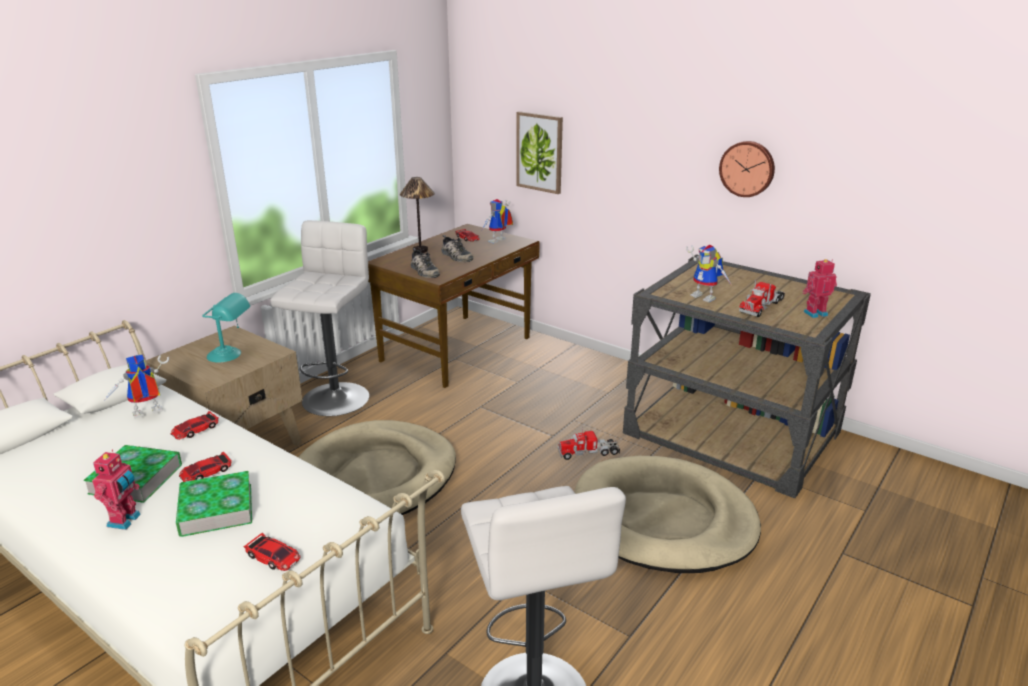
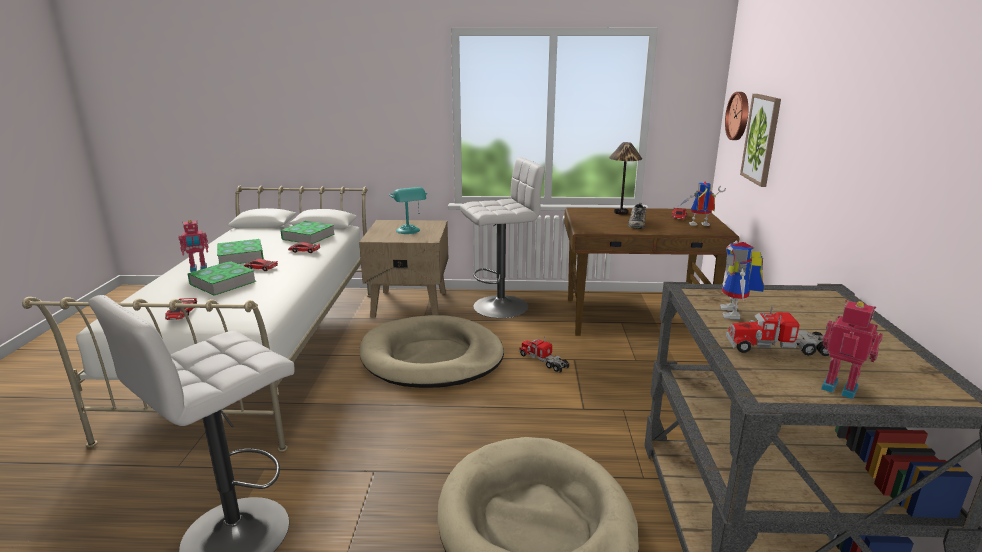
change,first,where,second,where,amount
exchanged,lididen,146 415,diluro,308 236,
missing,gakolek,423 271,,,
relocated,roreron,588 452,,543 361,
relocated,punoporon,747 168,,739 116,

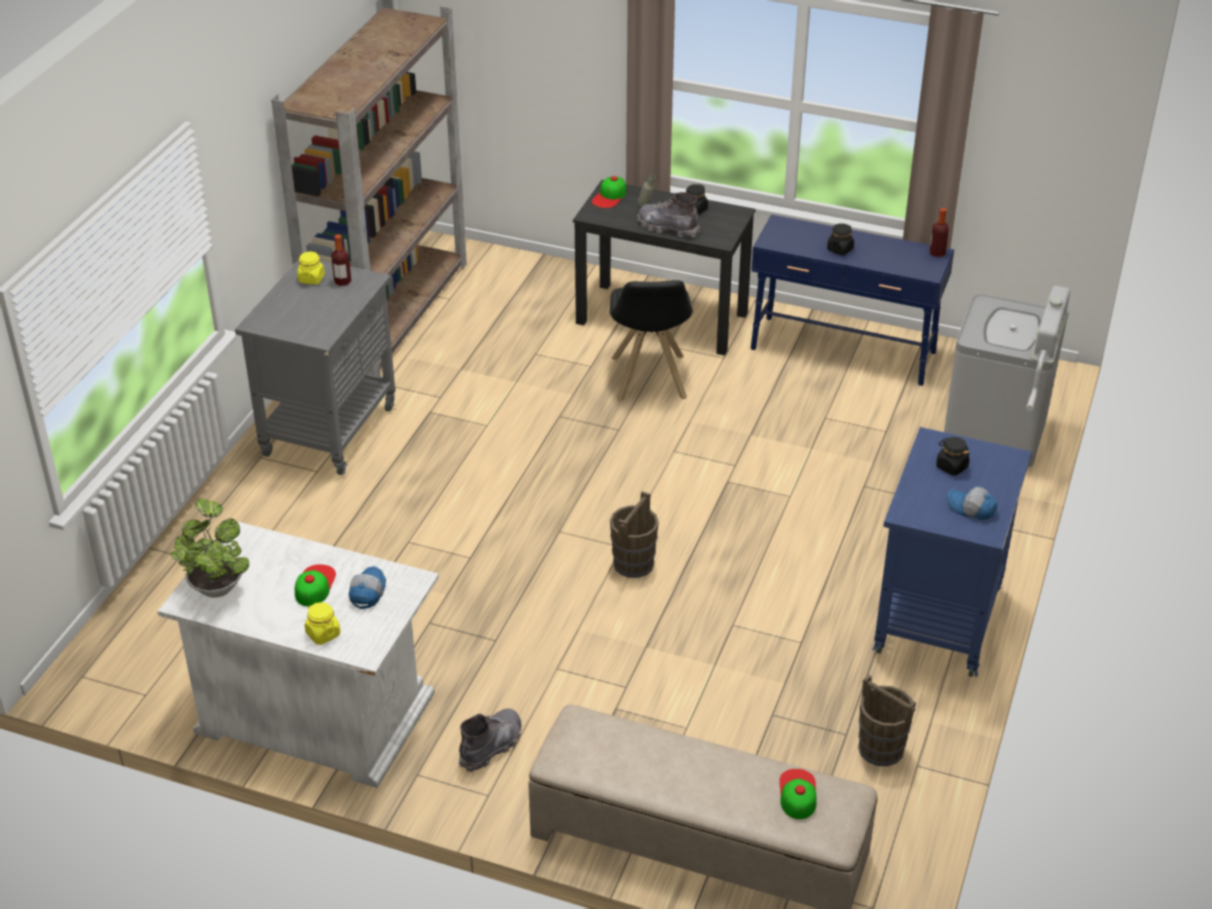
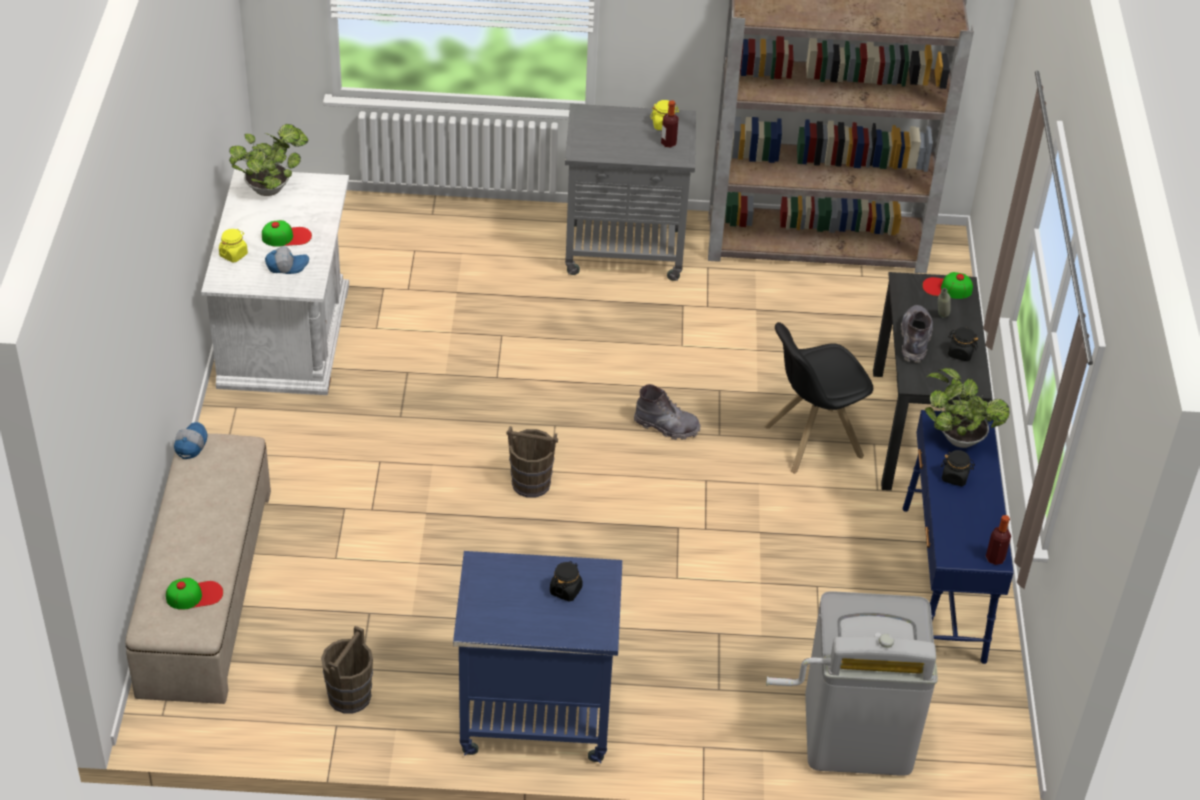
change,first,where,second,where,amount
relocated,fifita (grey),491 746,,666 426,
relocated,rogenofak,971 509,,190 444,
appeared,,,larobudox,957 437,

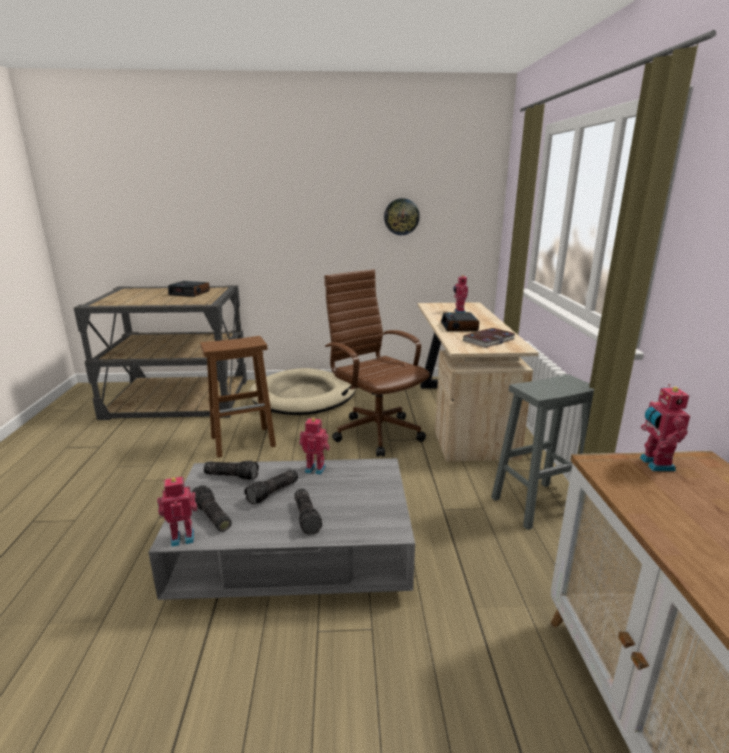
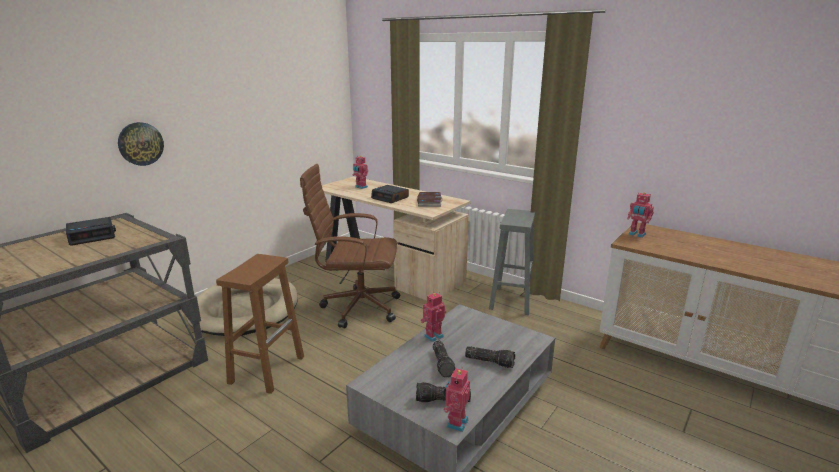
change,first,where,second,where,amount
missing,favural,232 475,,,
relocated,punoporon,401 216,,140 144,

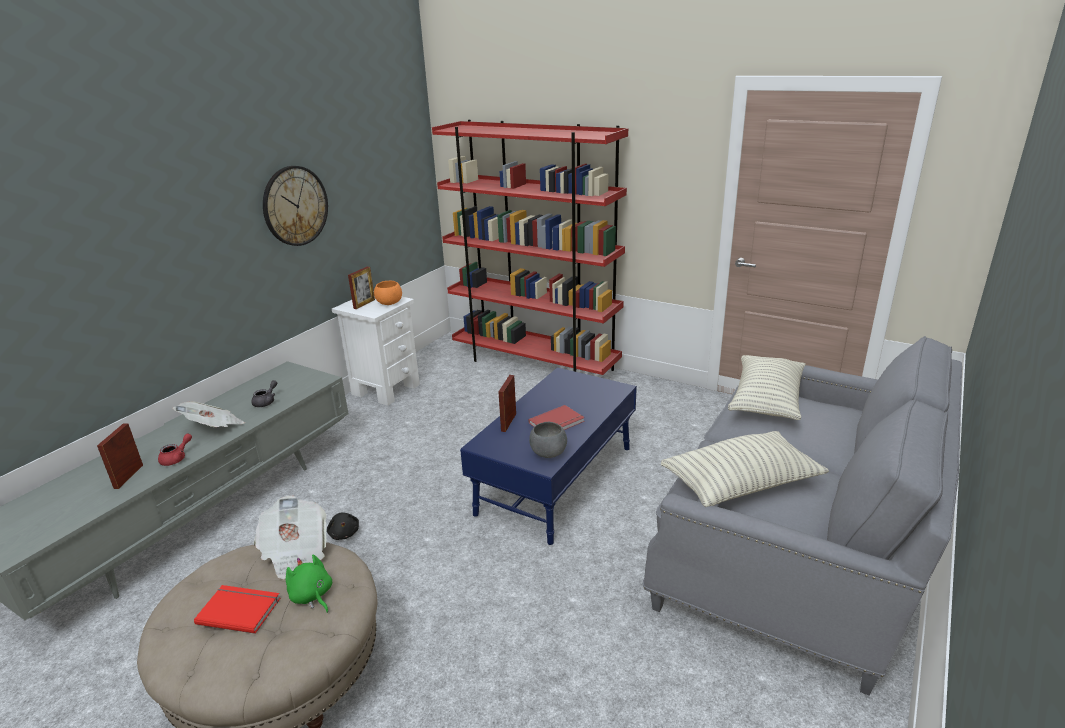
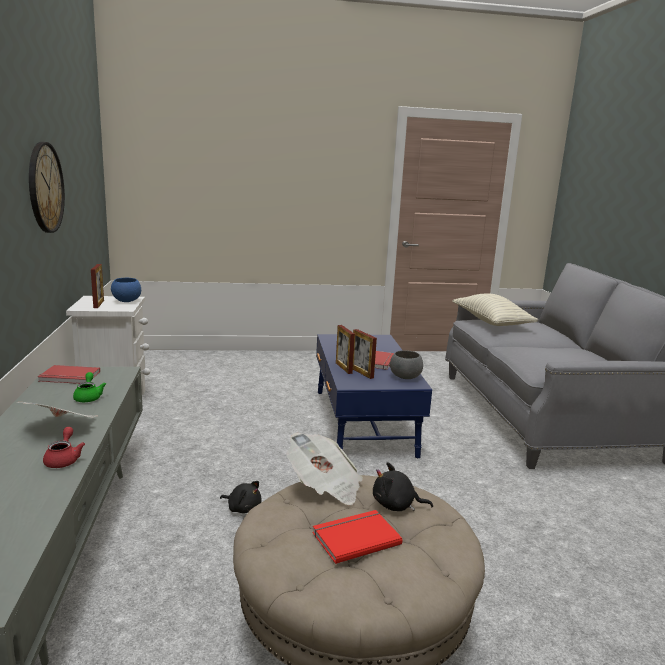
change,first,where,second,where,amount
relocated,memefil,128 476,,362 373,
colour,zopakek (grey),266 401,zopakek (green),88 397,
colour,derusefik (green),312 596,derusefik (black),396 505,
colour,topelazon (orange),389 303,topelazon (blue),126 301,
missing,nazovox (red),535 363,,,
missing,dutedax,741 484,,,
appeared,,,diluro (red),69 377,

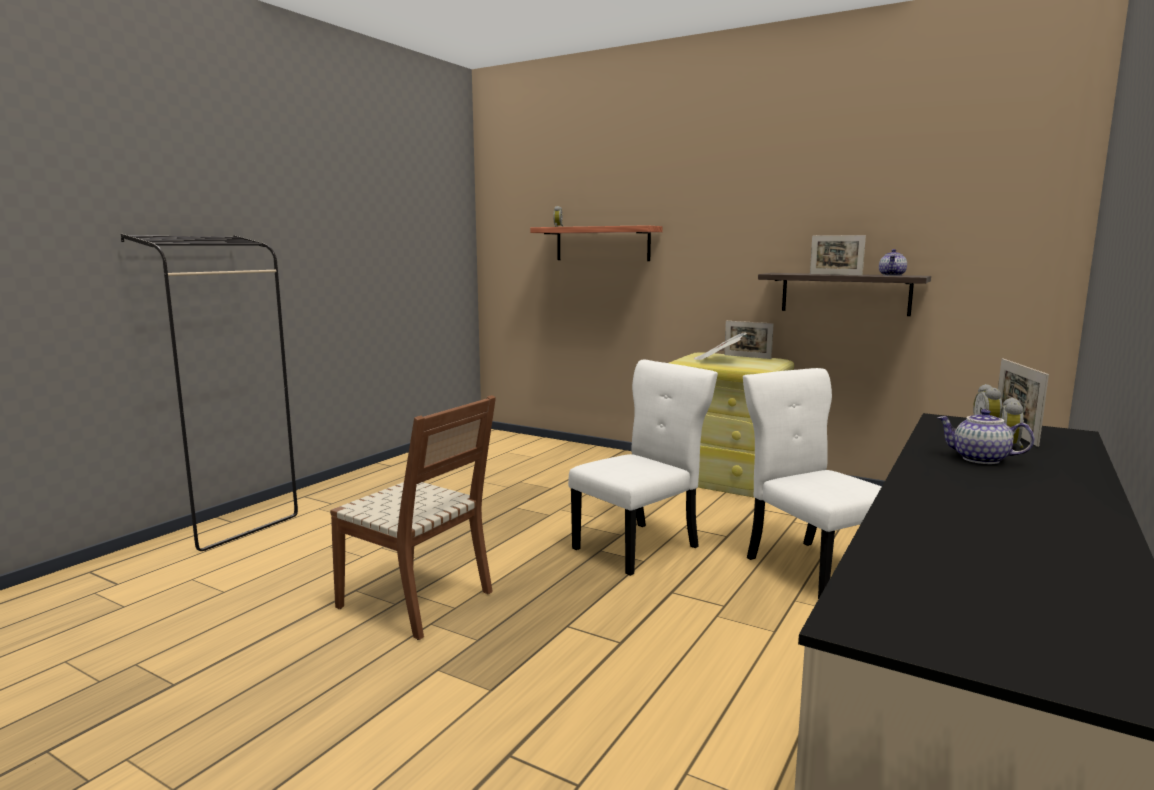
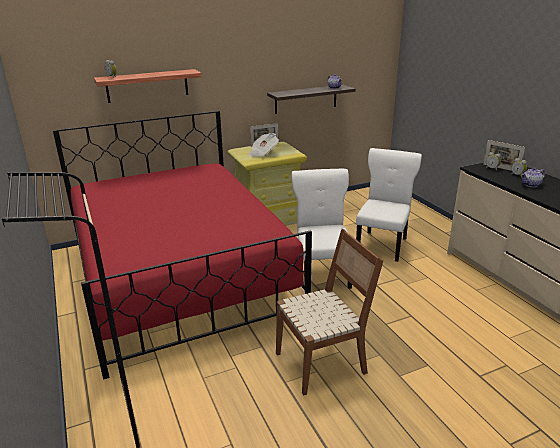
change,first,where,second,where,amount
spun,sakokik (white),811 567,,382 245,105 degrees clockwise
missing,memefil,835 274,,,
appeared,,,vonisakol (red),180 277,

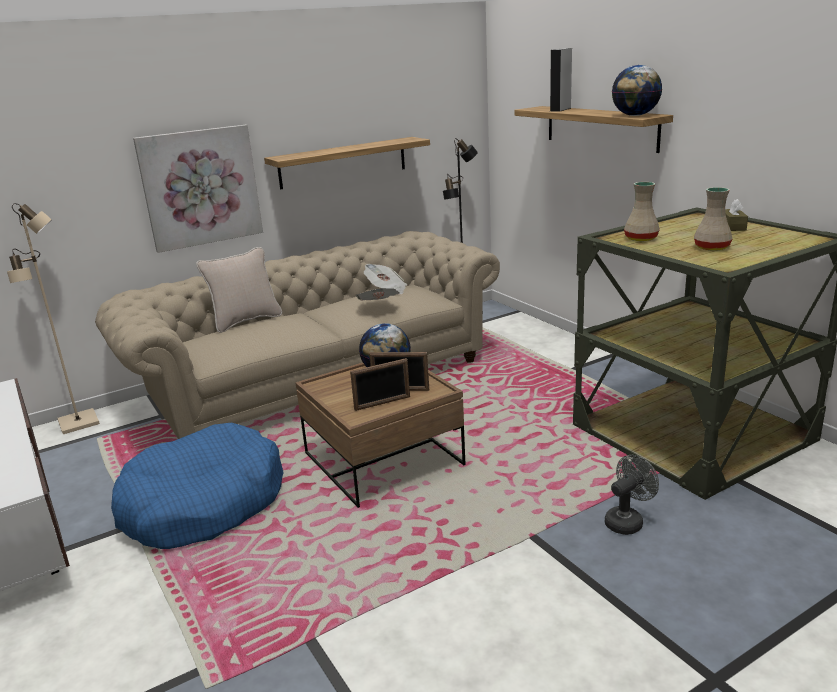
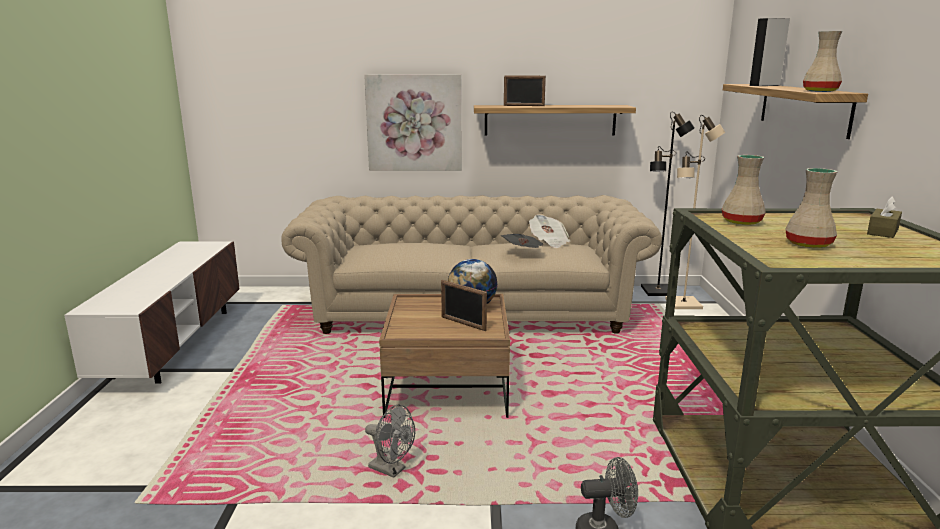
change,first,where,second,where,amount
relocated,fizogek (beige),78 422,,683 303,
missing,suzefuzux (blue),203 504,,,
missing,dutedax (beige),245 321,,,
relocated,memefil,382 403,,524 106,
exchanged,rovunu,635 115,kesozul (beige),820 91,
appeared,,,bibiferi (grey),392 470,

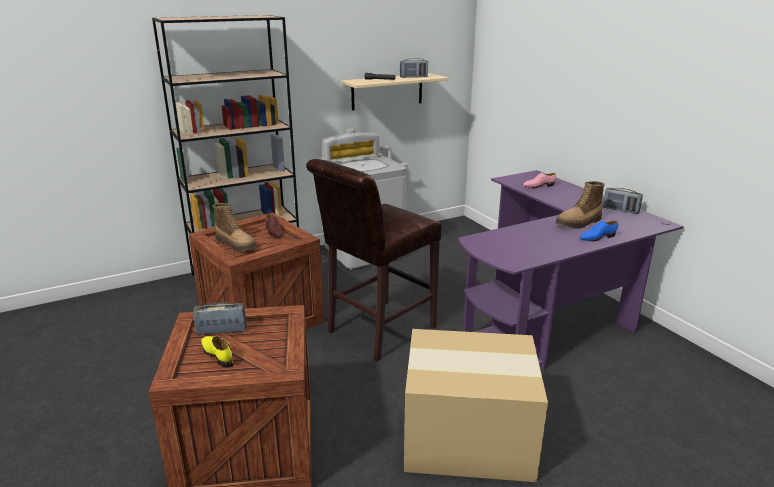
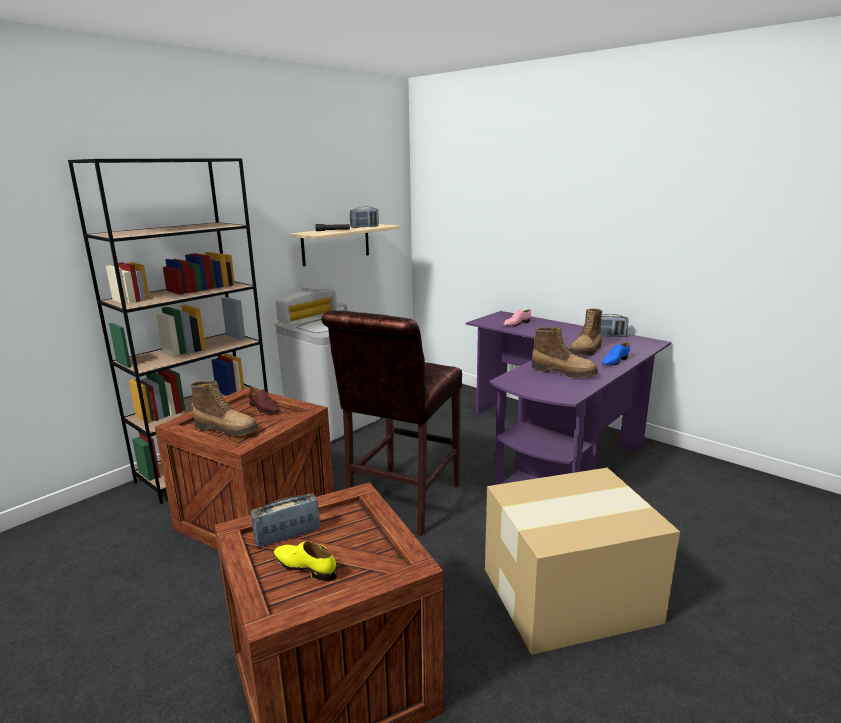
change,first,where,second,where,amount
appeared,,,fifita,564 372,

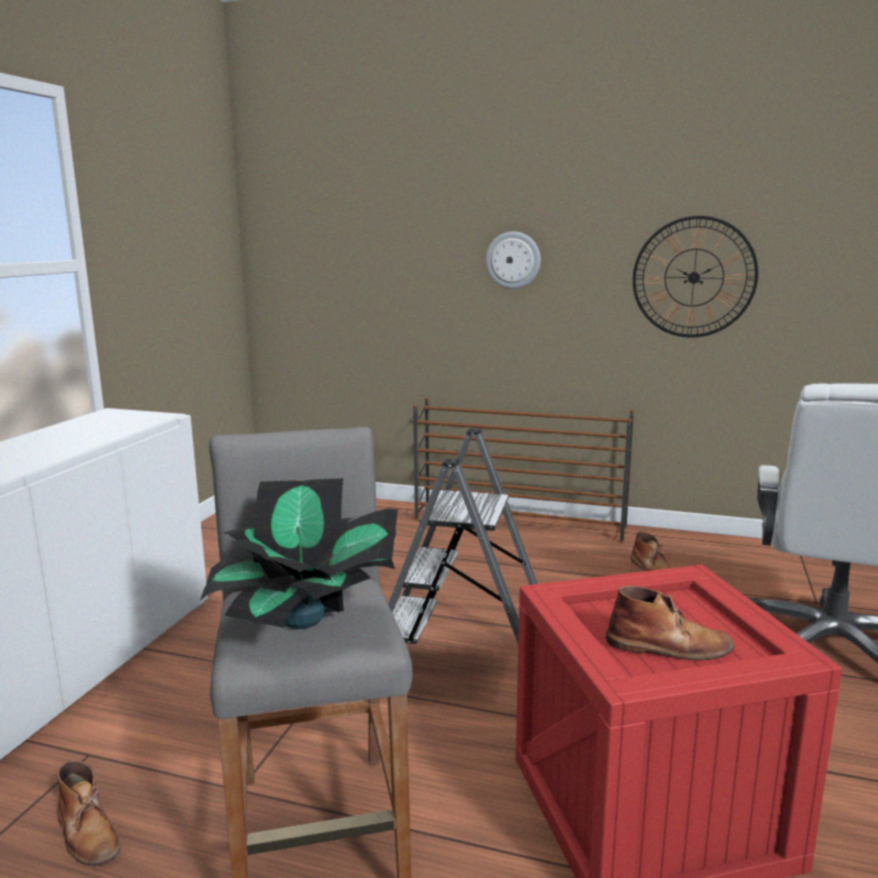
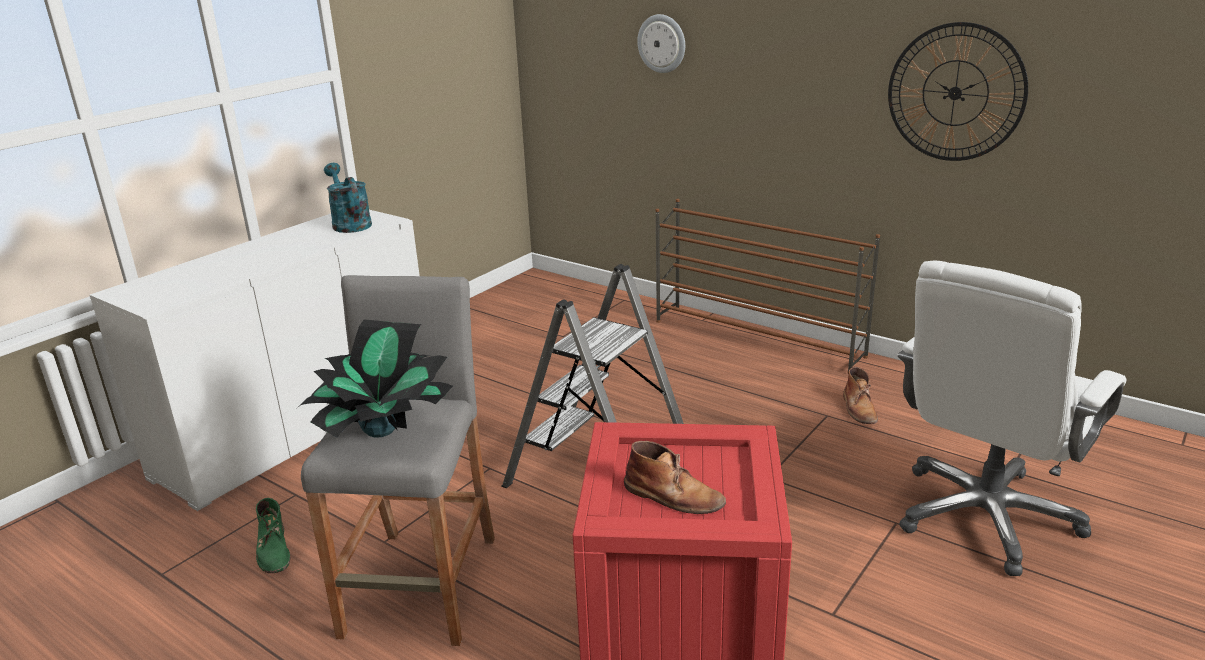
change,first,where,second,where,amount
colour,fifita (brown),88 832,fifita (green),273 550,
relocated,punoporon,513 260,,662 43,
appeared,,,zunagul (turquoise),349 224,

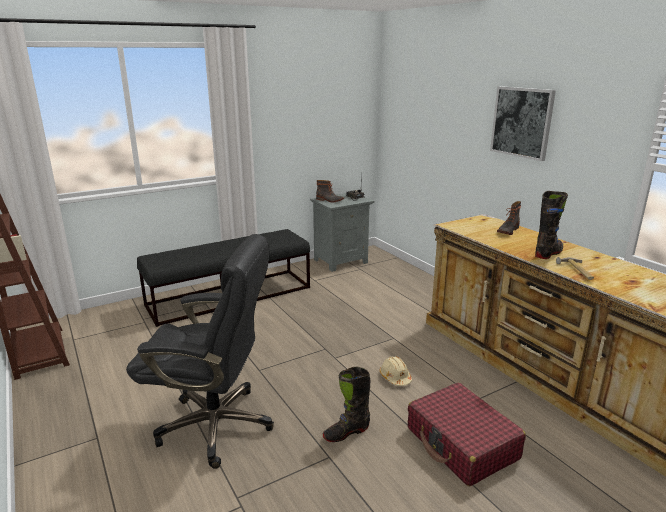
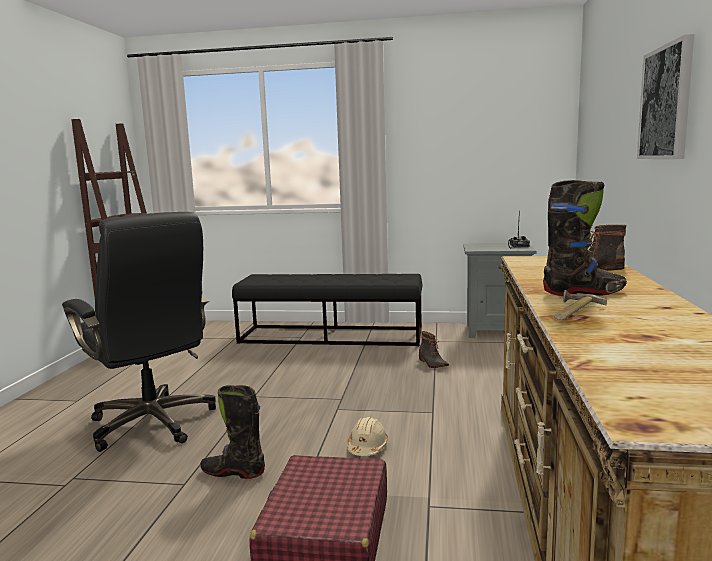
change,first,where,second,where,amount
relocated,fifita,329 200,,432 363,

